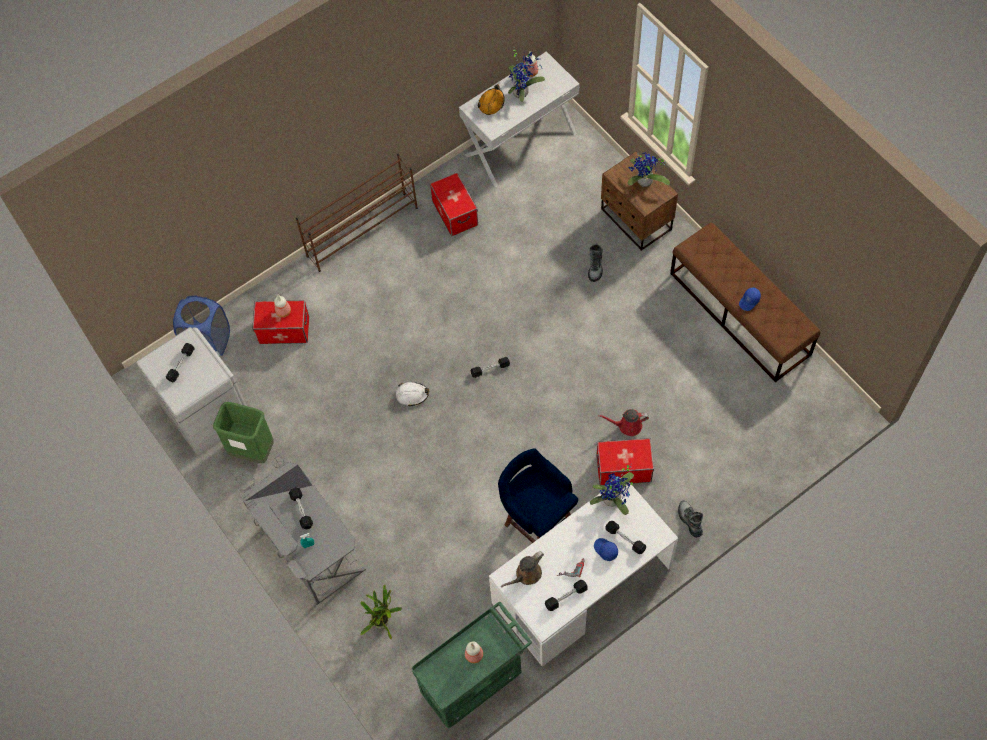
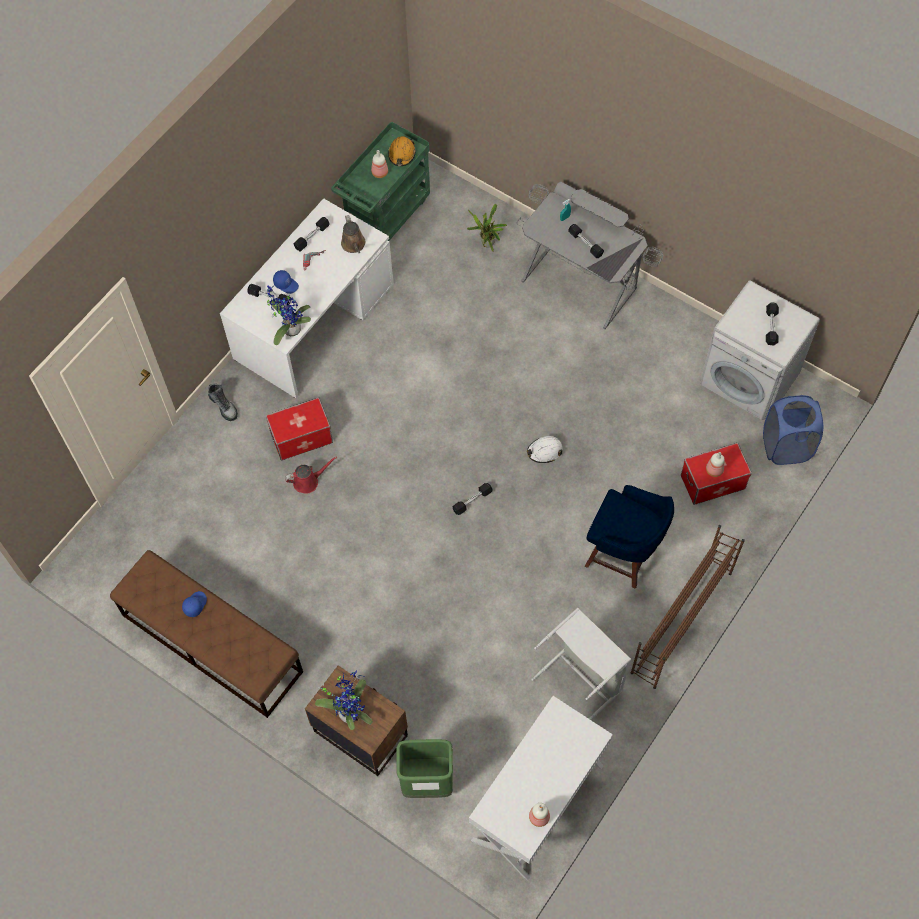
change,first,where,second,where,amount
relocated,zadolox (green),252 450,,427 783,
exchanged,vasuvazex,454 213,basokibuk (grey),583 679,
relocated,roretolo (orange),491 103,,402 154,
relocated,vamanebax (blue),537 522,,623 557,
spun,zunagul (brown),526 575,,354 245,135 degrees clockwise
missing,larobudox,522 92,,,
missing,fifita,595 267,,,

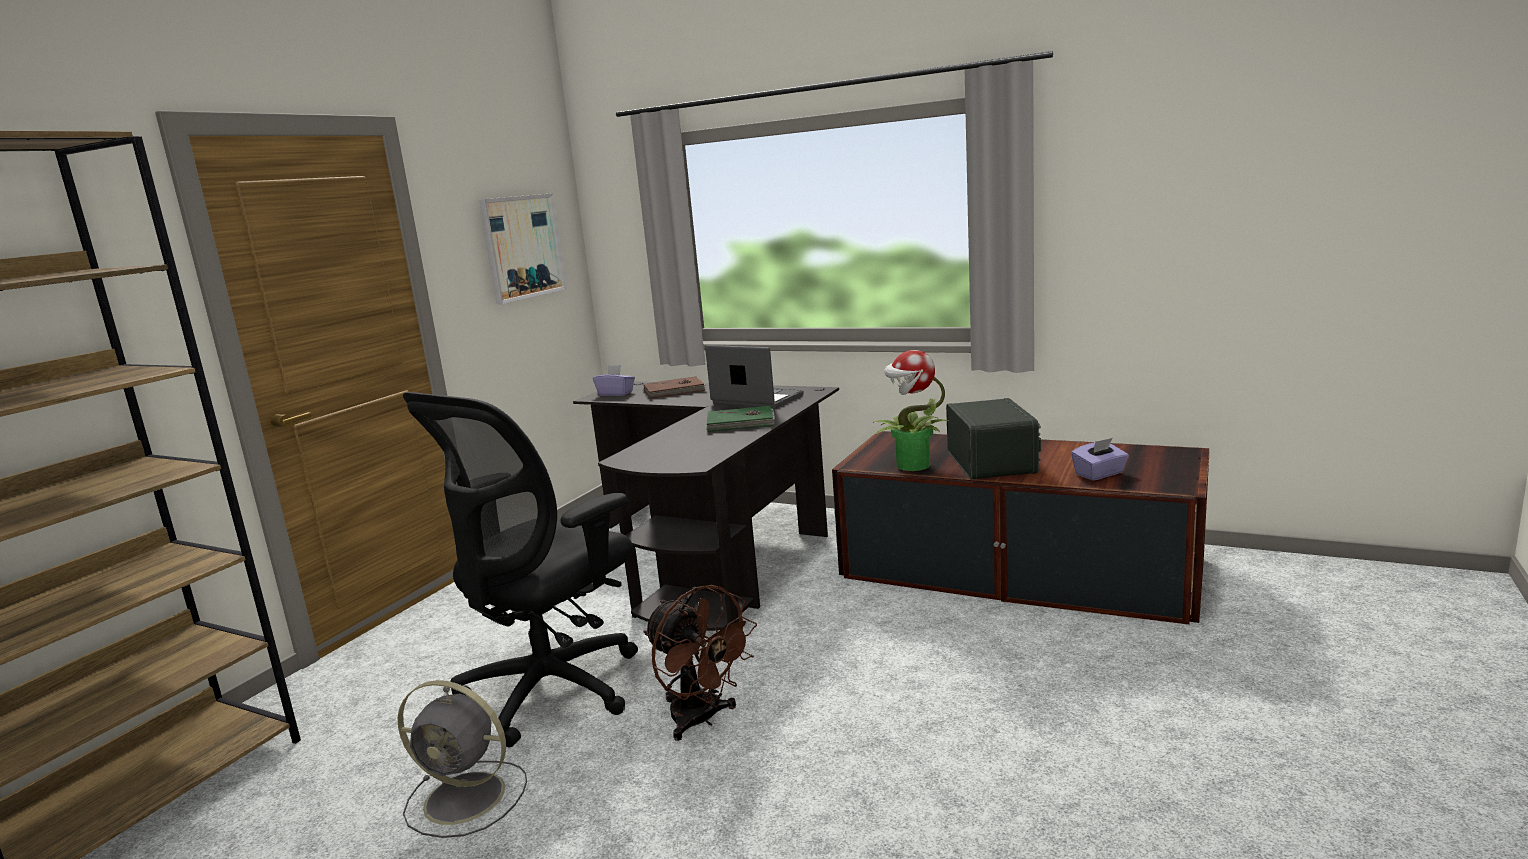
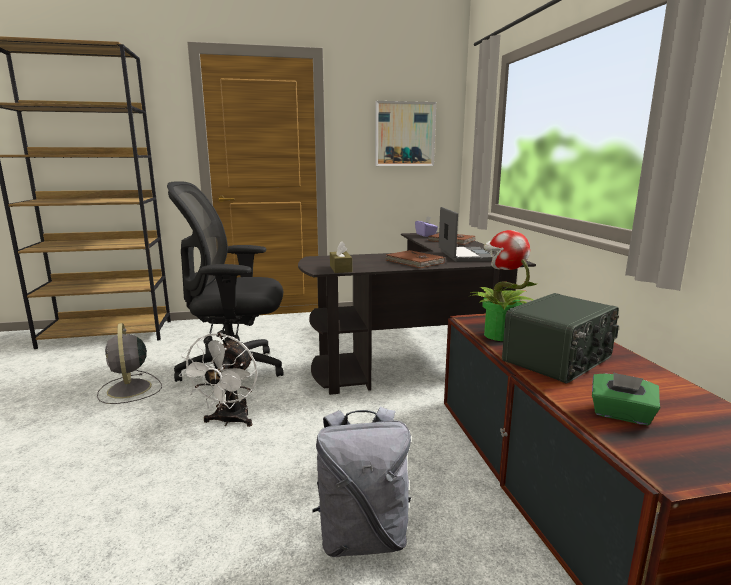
change,first,where,second,where,amount
colour,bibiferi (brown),702 720,bibiferi (white),229 421,
colour,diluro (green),741 423,diluro (brown),414 262,
colour,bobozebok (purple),1099 474,bobozebok (green),621 414,
appeared,,,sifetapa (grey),362 536,
appeared,,,bobozebok (brown),340 268,

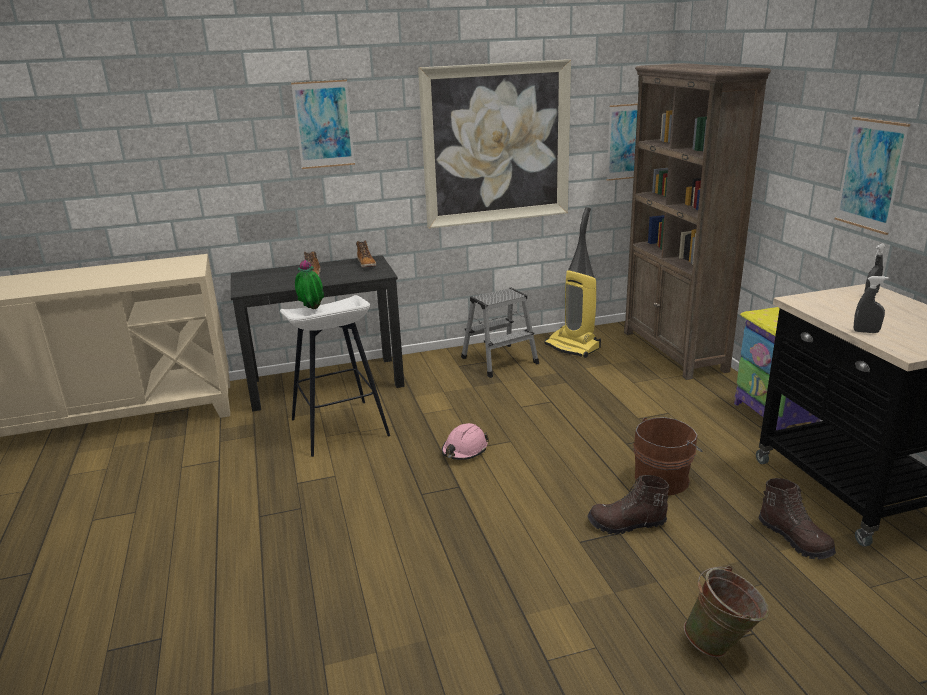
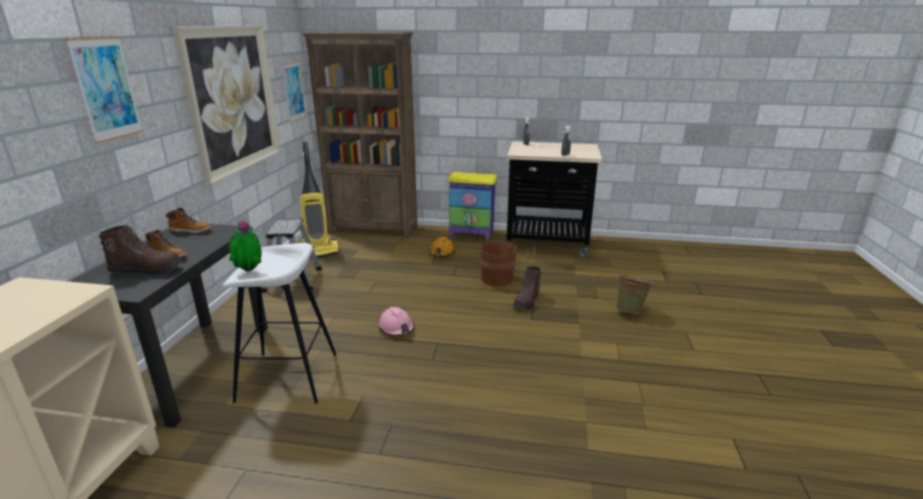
change,first,where,second,where,amount
relocated,fifita (brown),795 539,,147 270,
missing,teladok,870 175,,,
appeared,,,roretolo (orange),442 253,

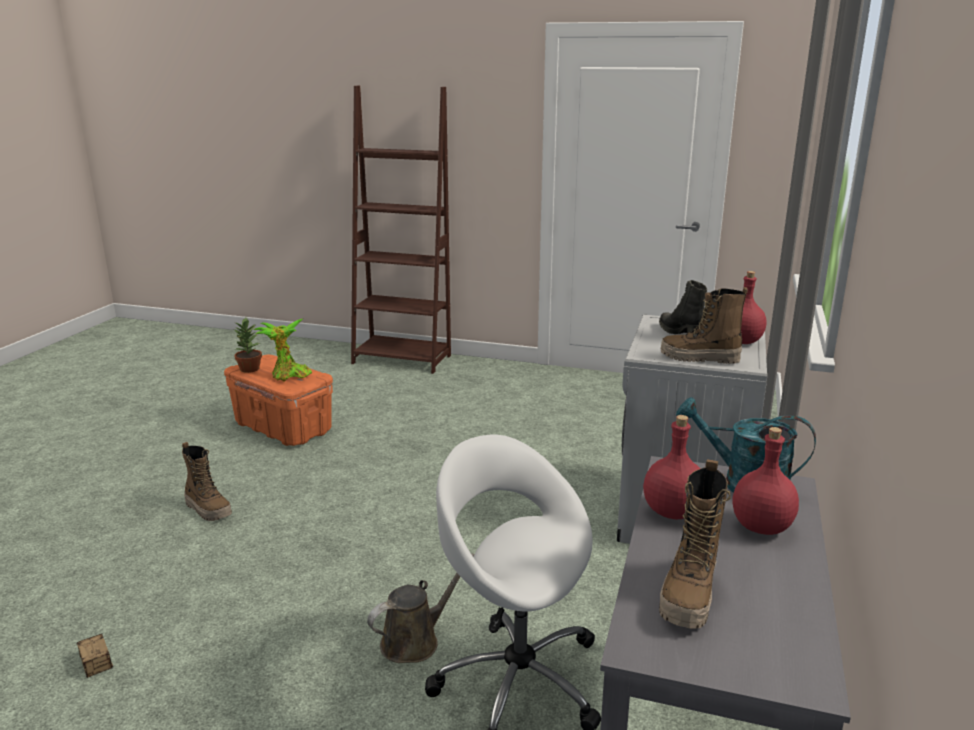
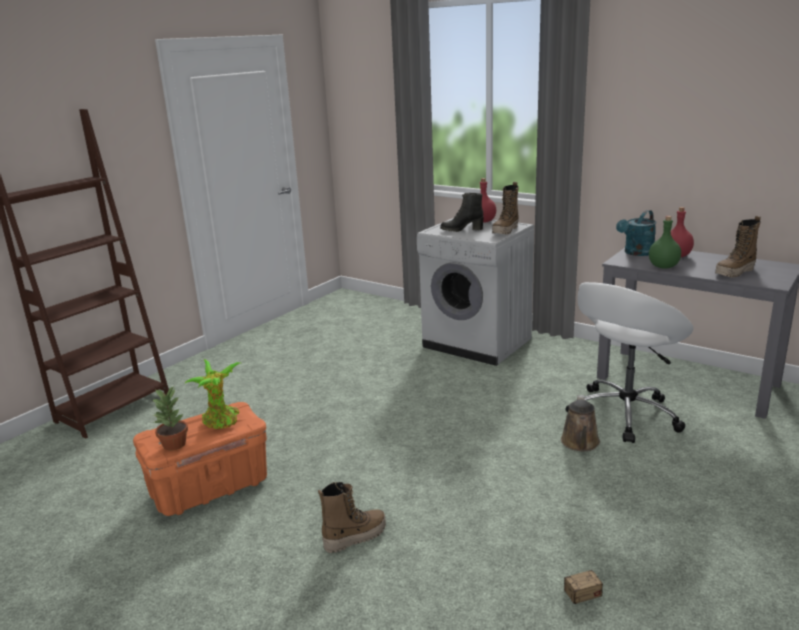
change,first,where,second,where,amount
spun,zunagul (brown),414 641,,580 443,150 degrees counterclockwise
colour,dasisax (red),673 512,dasisax (green),664 267,
spun,fifita,689 595,,735 273,105 degrees clockwise

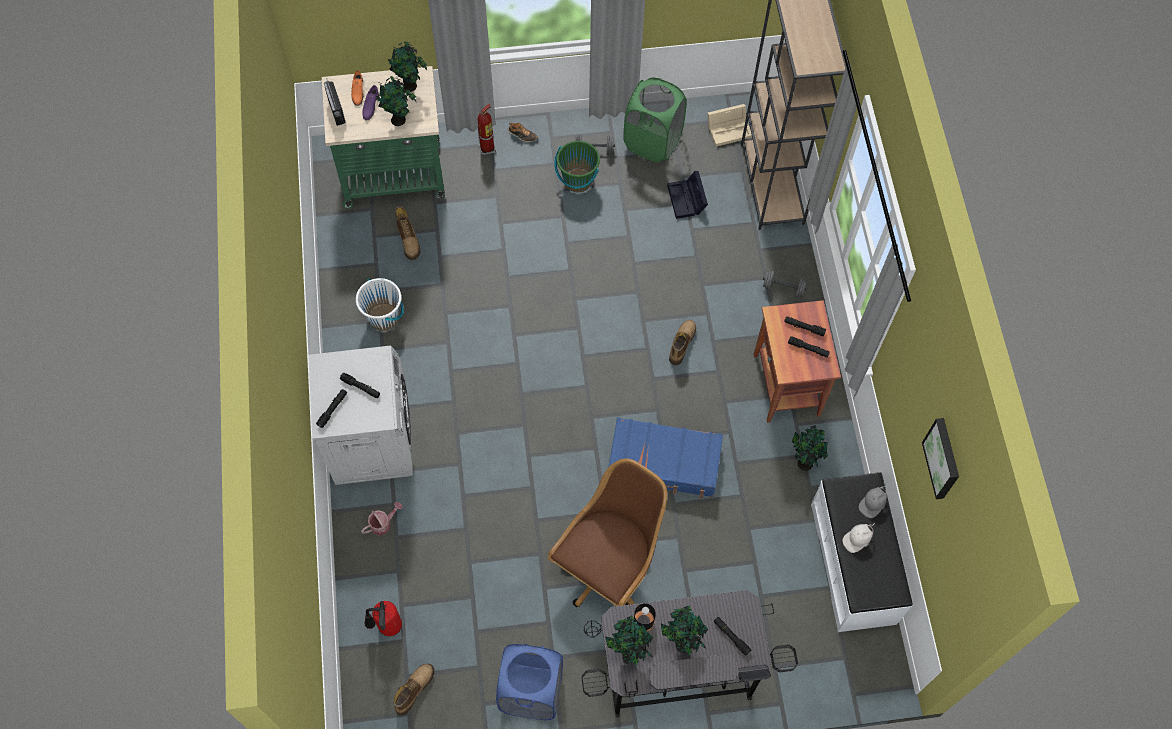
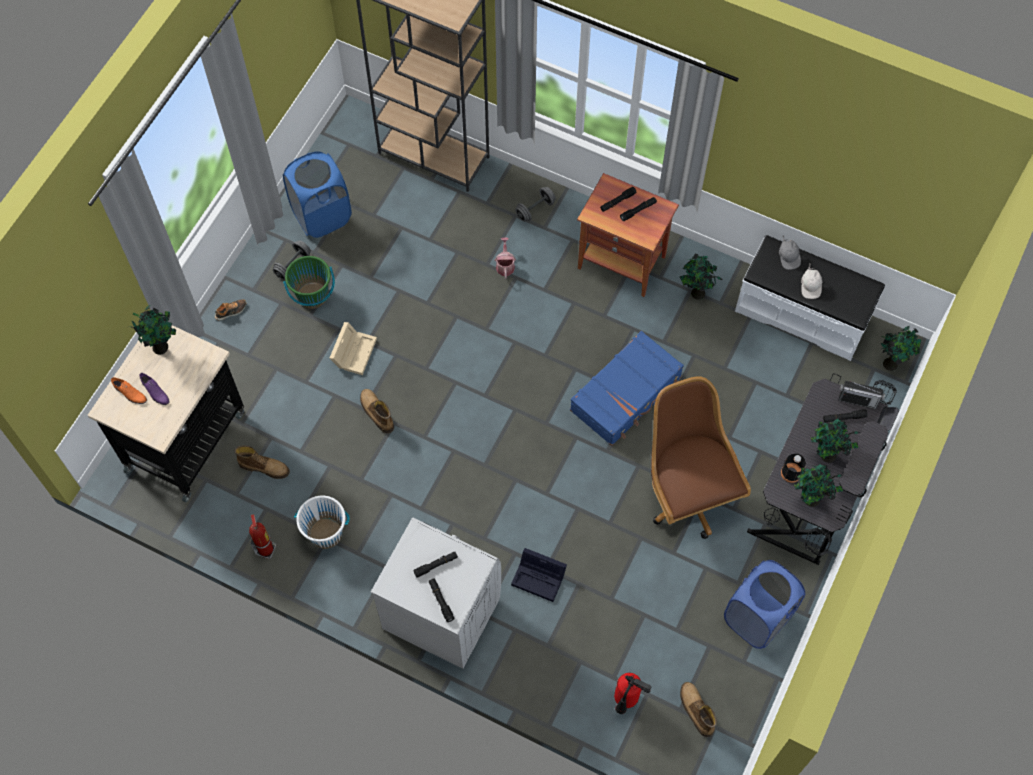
change,first,where,second,where,amount
colour,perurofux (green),394 175,perurofux (black),186 440,
relocated,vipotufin,336 111,,857 400,
relocated,zunagul,383 523,,505 265,
relocated,larobudox,399 120,,891 363,
relocated,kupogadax,487 148,,266 549,
colour,basokibuk (green),653 142,basokibuk (blue),322 215,
relocated,vasuvazex (black),687 200,,540 578,
relocated,fifita,681 343,,376 413,
relocated,vasuvazex (beige),730 129,,354 351,
missing,teladok,943 458,,,

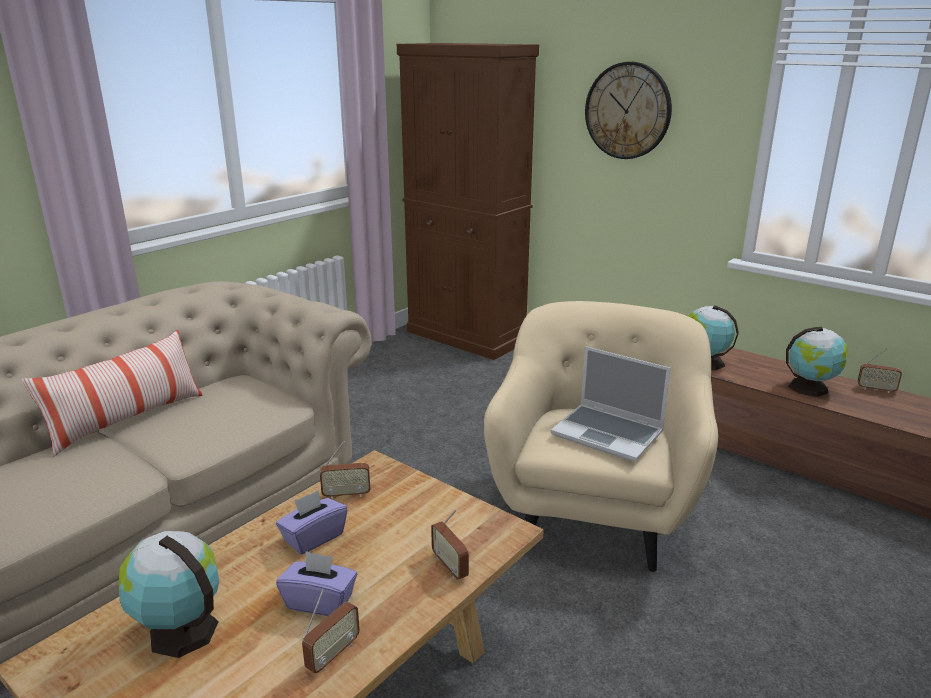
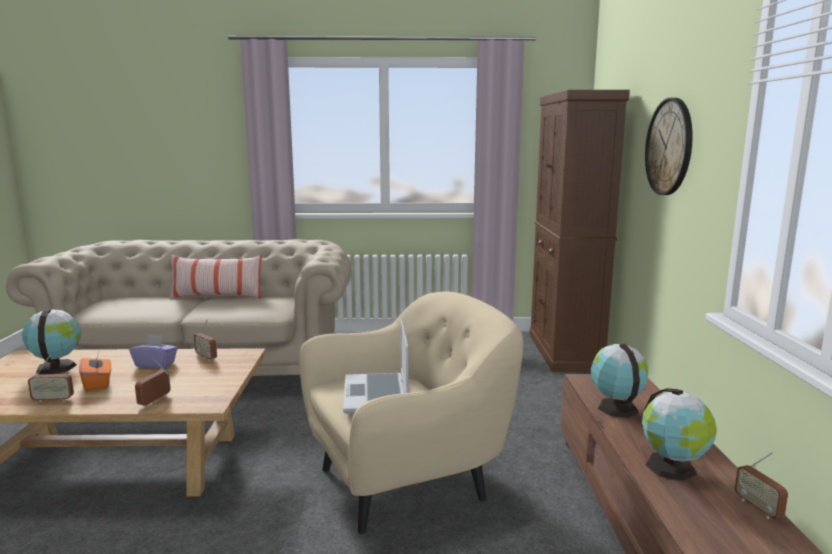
change,first,where,second,where,amount
colour,bobozebok (purple),320 601,bobozebok (orange),97 383,

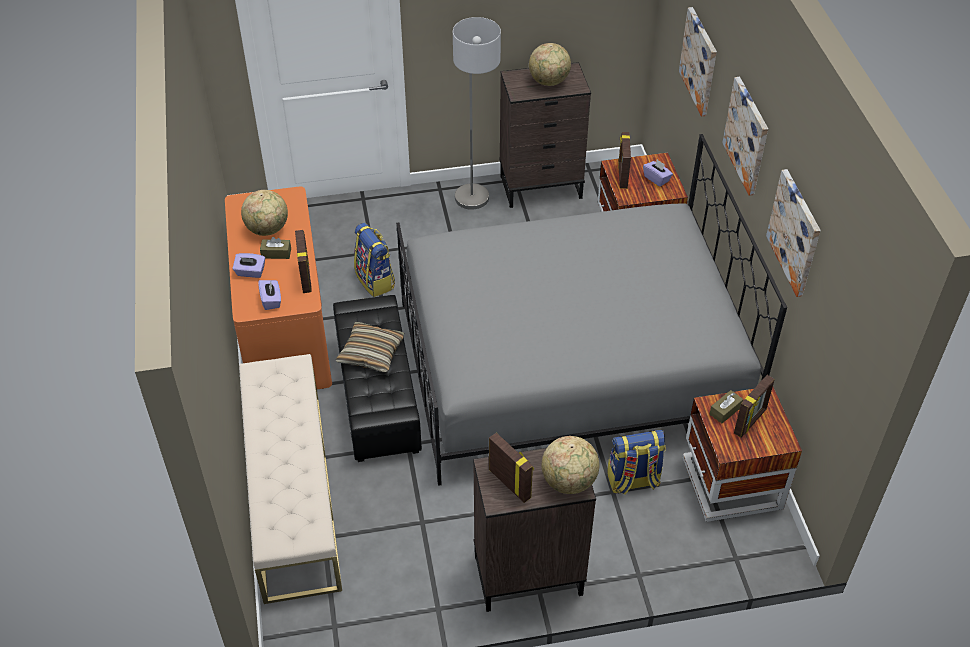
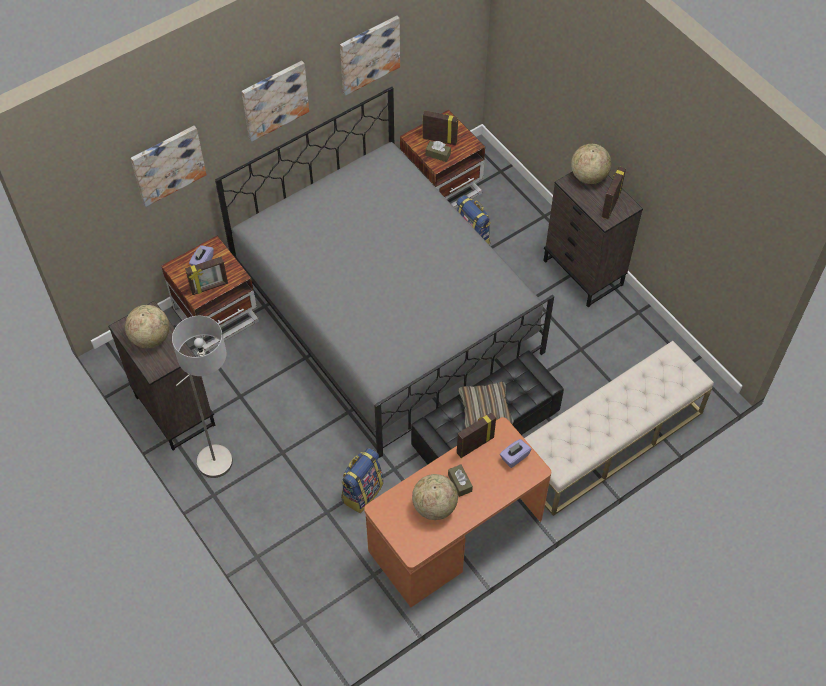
change,first,where,second,where,amount
missing,bobozebok (purple),250 272,,,

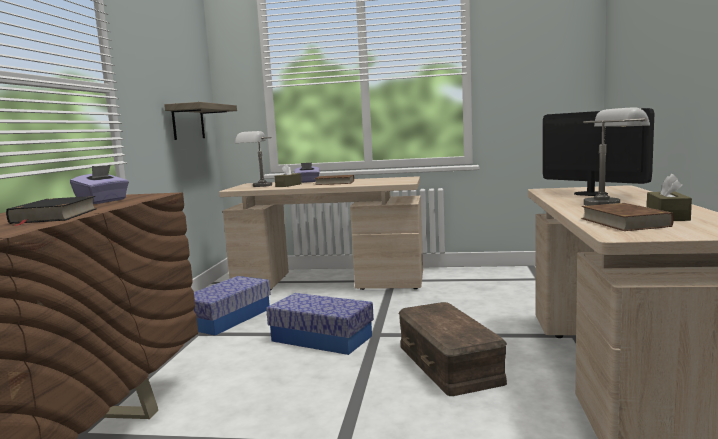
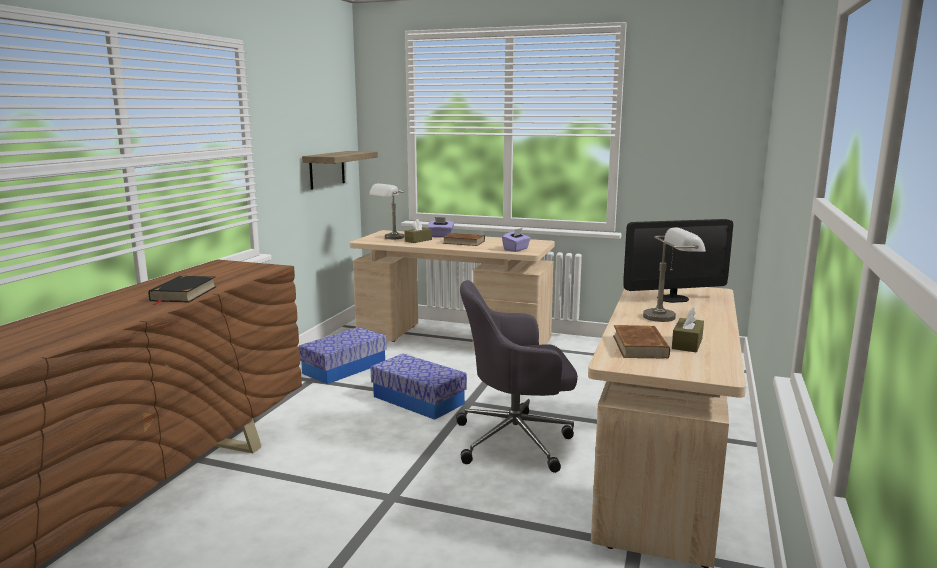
change,first,where,second,where,amount
relocated,bobozebok (purple),103 201,,516 249,
exchanged,vasuvazex (brown),447 363,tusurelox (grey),516 440,
spun,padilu,590 194,,673 298,105 degrees clockwise

